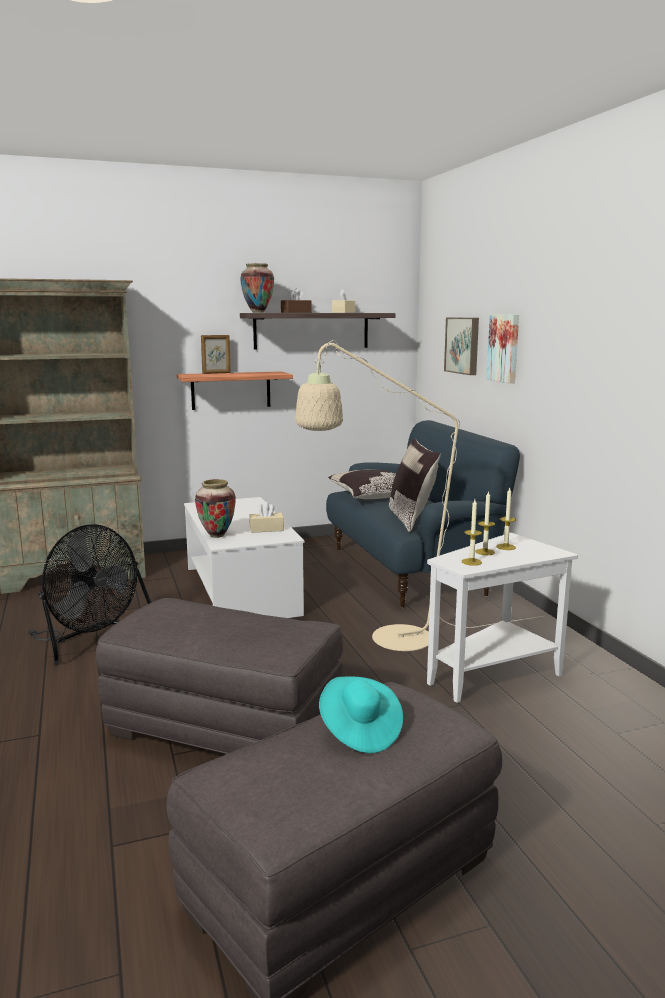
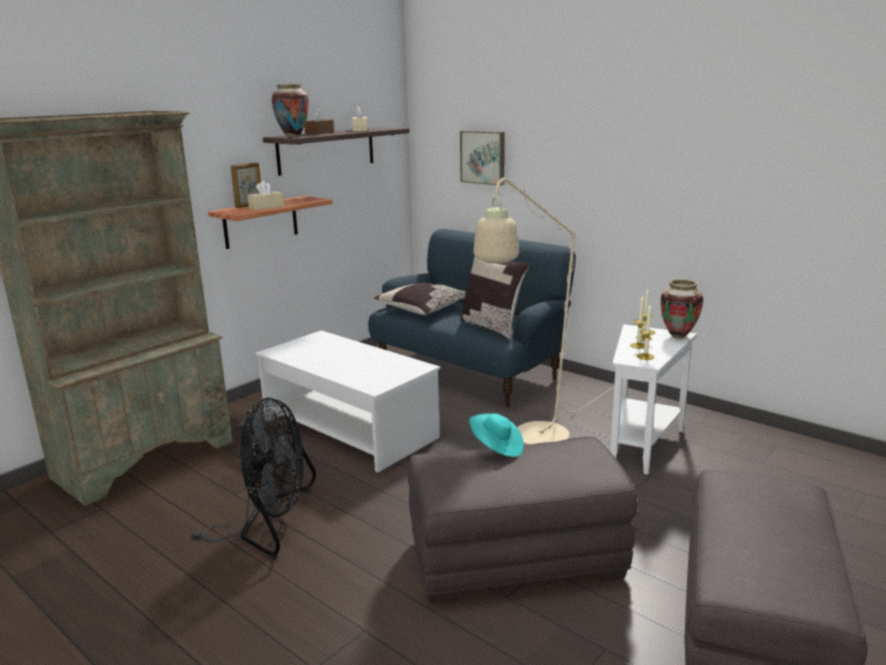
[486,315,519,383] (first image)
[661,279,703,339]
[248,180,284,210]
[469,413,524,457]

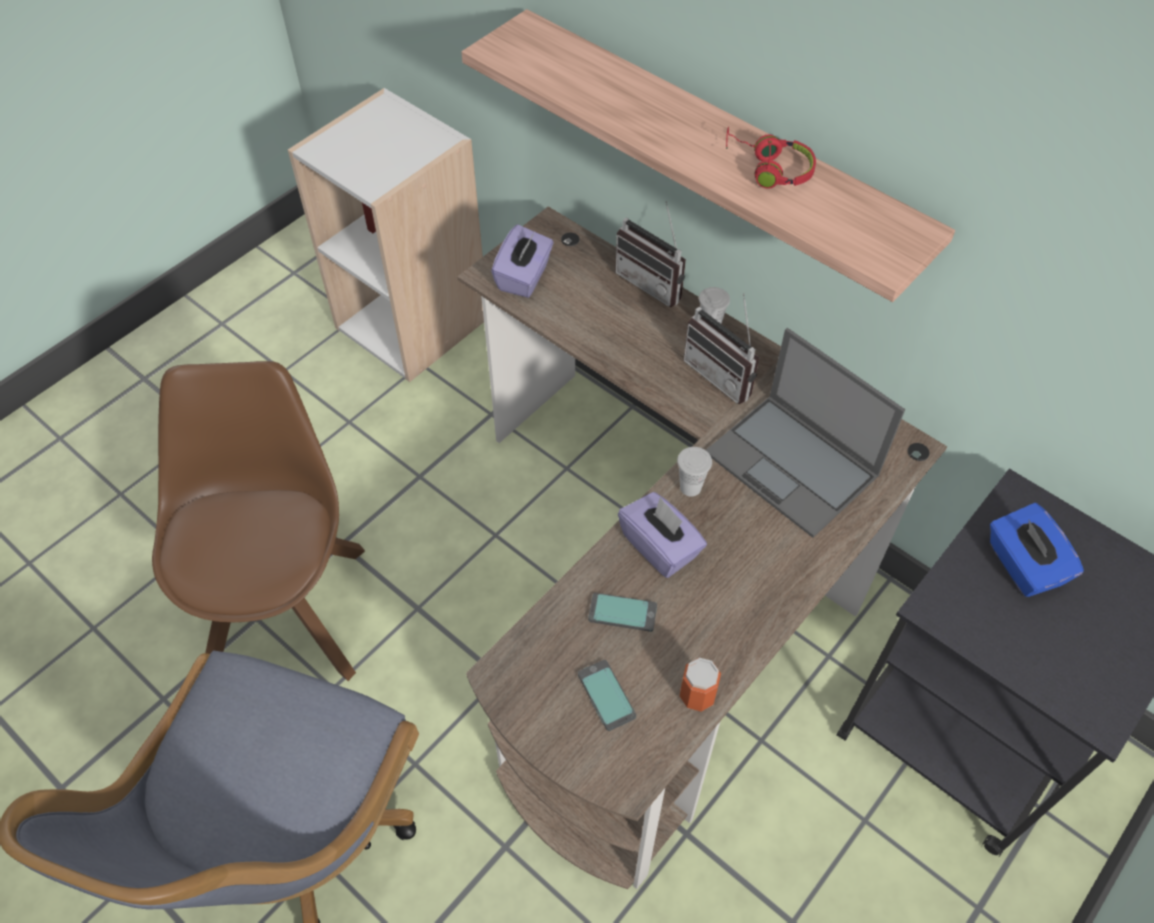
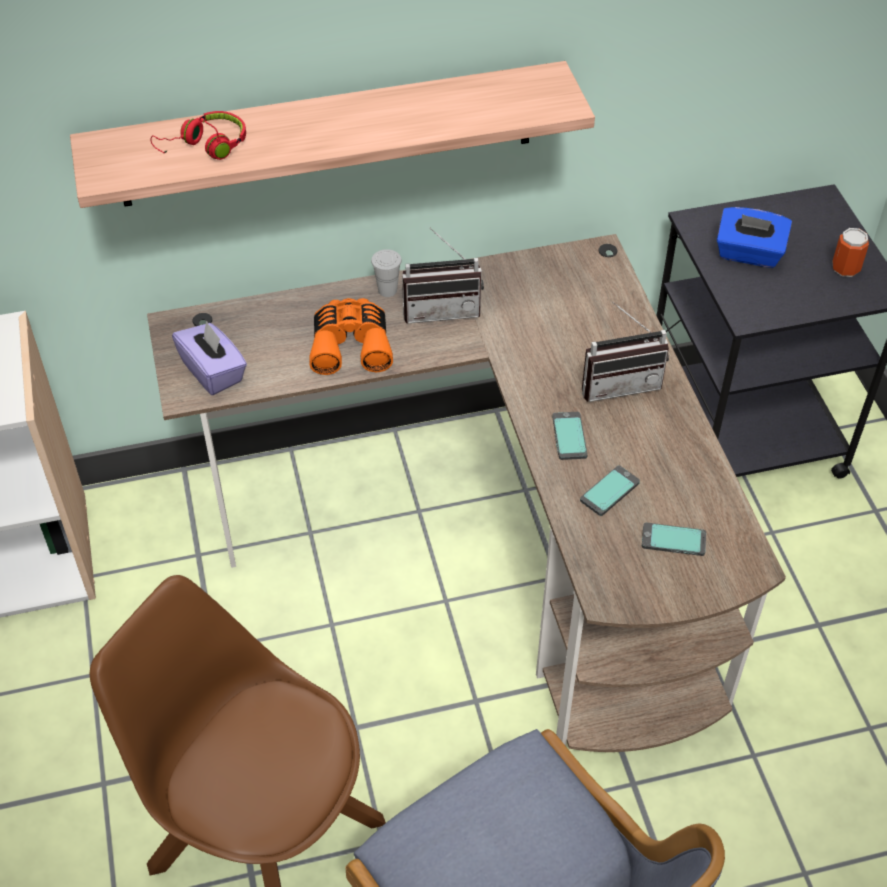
[677,447,712,497] (first image)
[706,328,905,538] (first image)
[309,298,393,375]
[582,302,669,402]
[832,228,869,277]
[150,111,246,160]
[552,412,588,460]

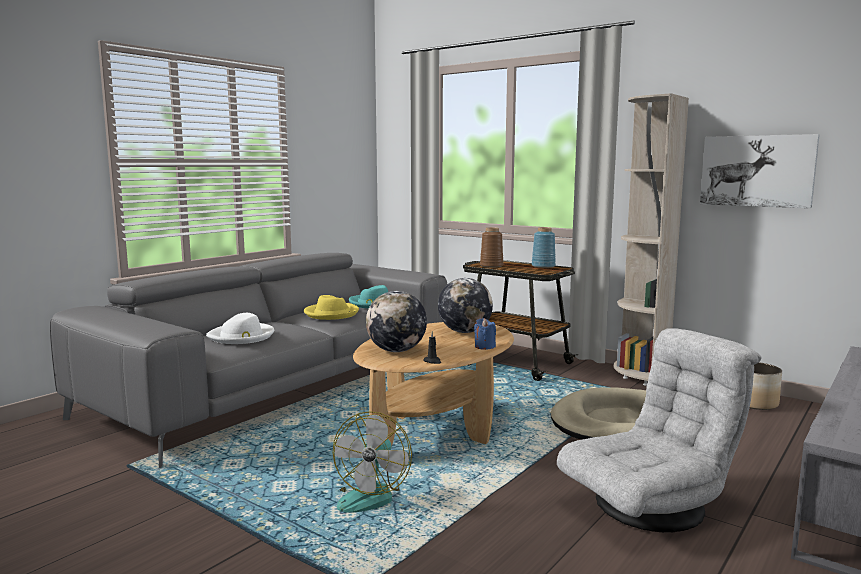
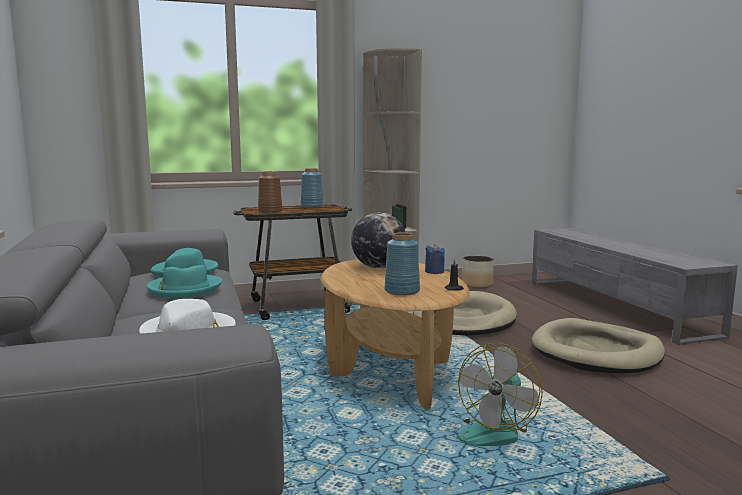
[700,134,820,208] (first image)
[384,233,420,296]
[532,318,665,373]
[146,265,222,298]
[458,343,543,446]

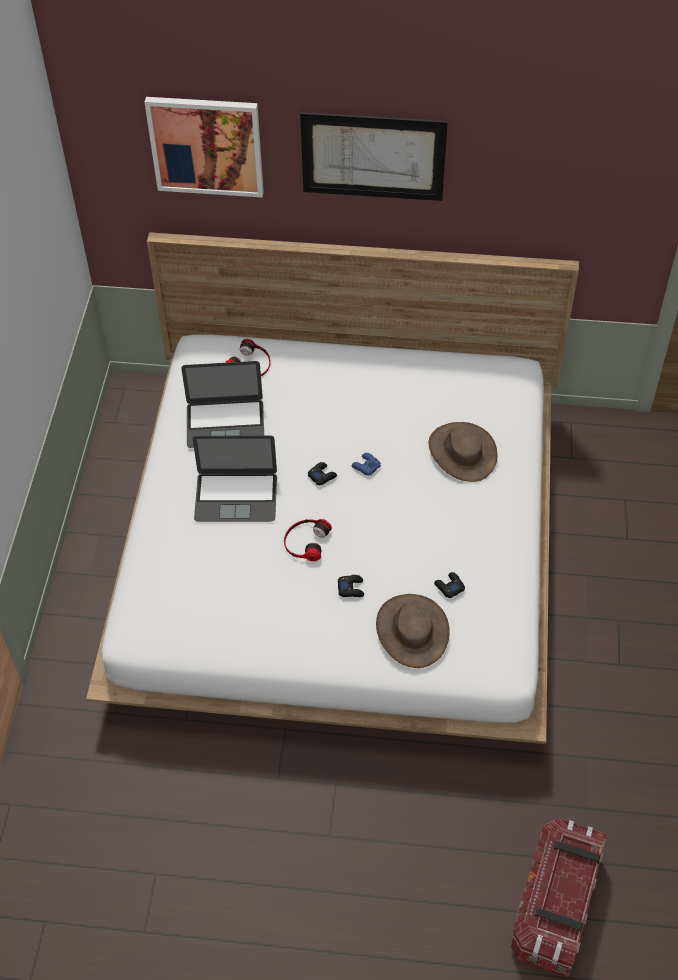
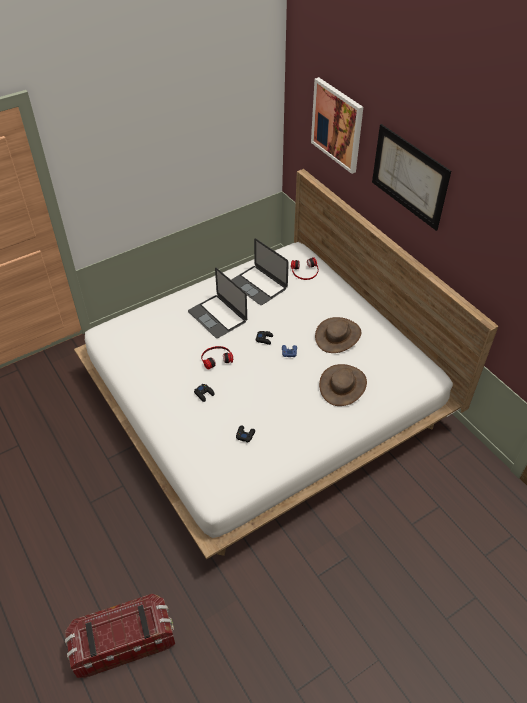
[315,317,361,353]

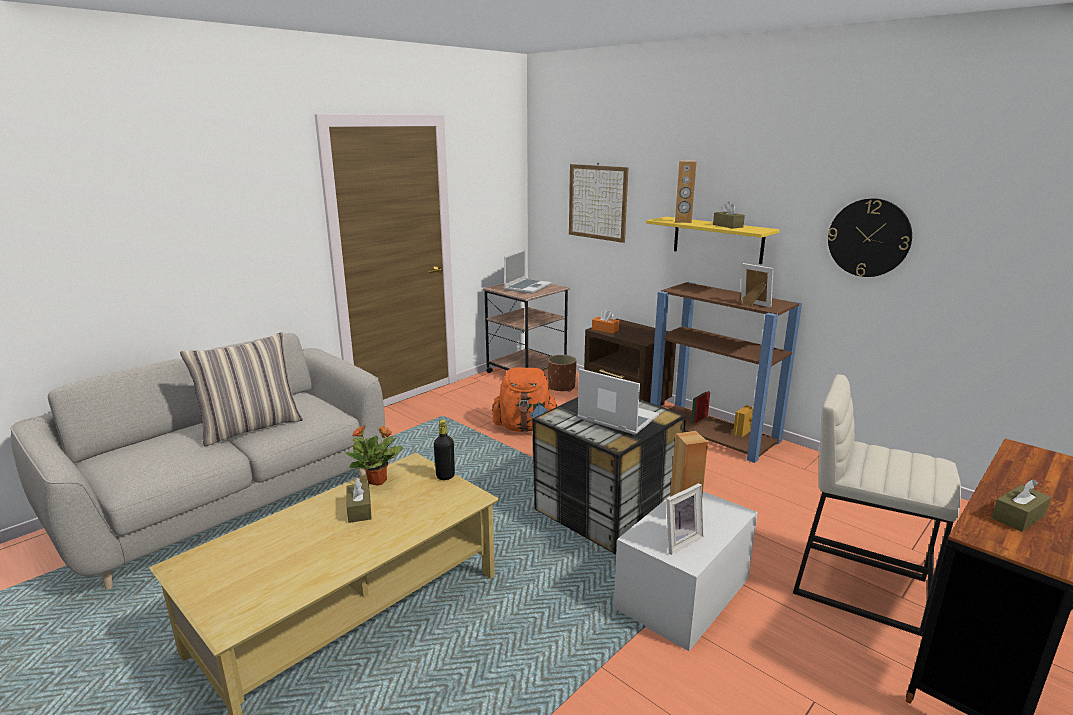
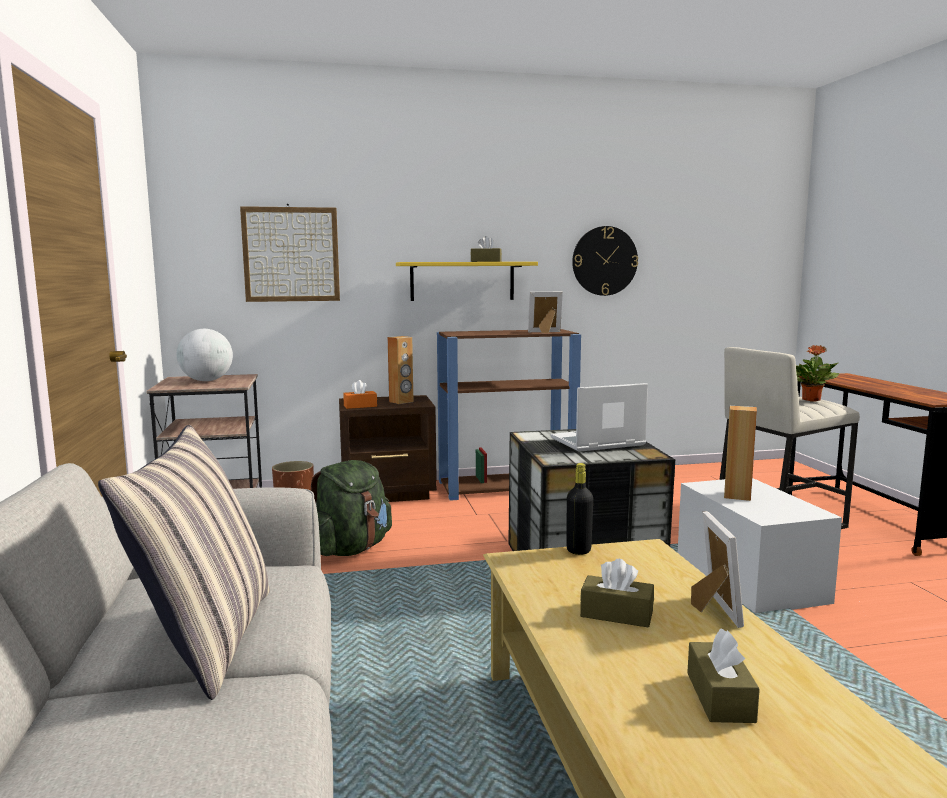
[796,345,839,402]
[691,511,744,628]
[387,336,414,404]
[687,628,760,723]
[177,329,233,381]
[311,460,392,556]

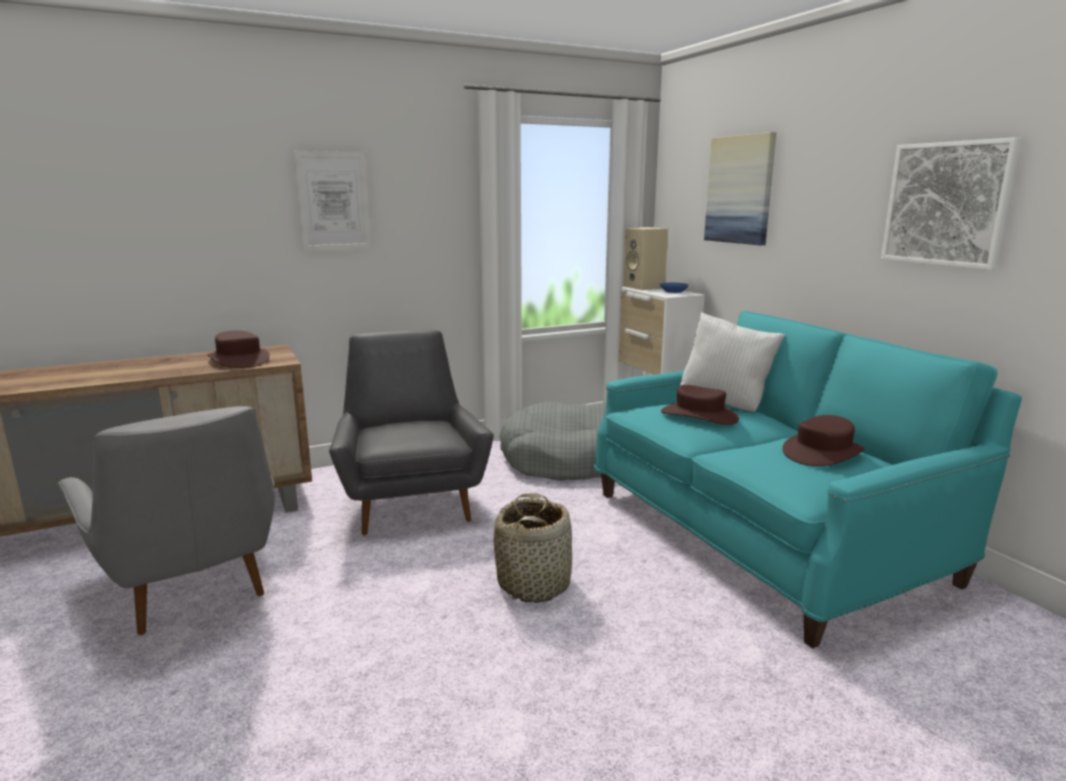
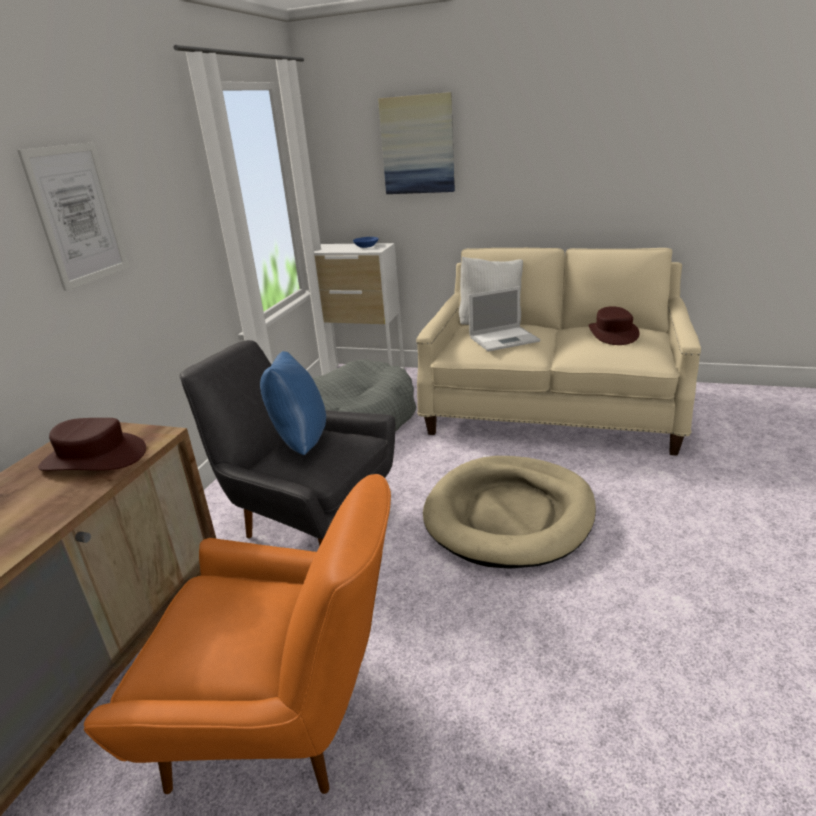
[623,227,668,290] (first image)
[881,137,1022,270] (first image)
[260,351,326,455]
[423,456,596,569]
[468,286,540,352]
[84,474,391,794]
[416,248,701,456]

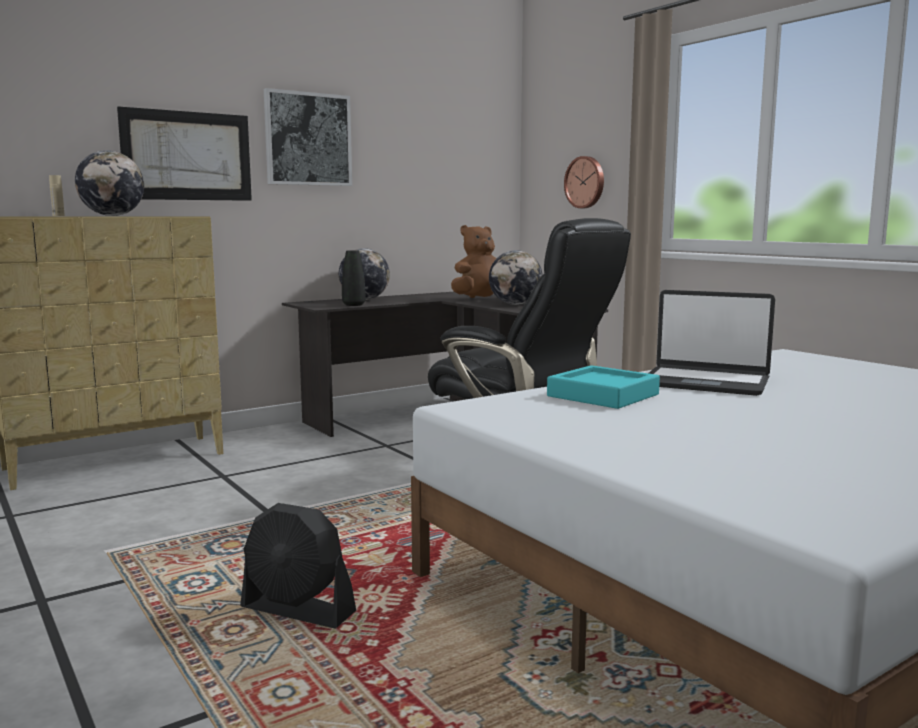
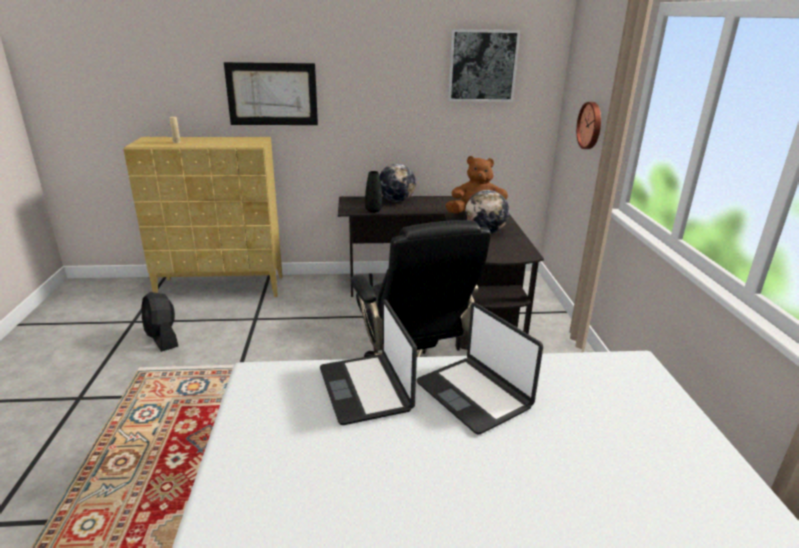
[75,150,144,216] (first image)
[141,292,178,352]
[448,29,520,102]
[320,299,417,425]

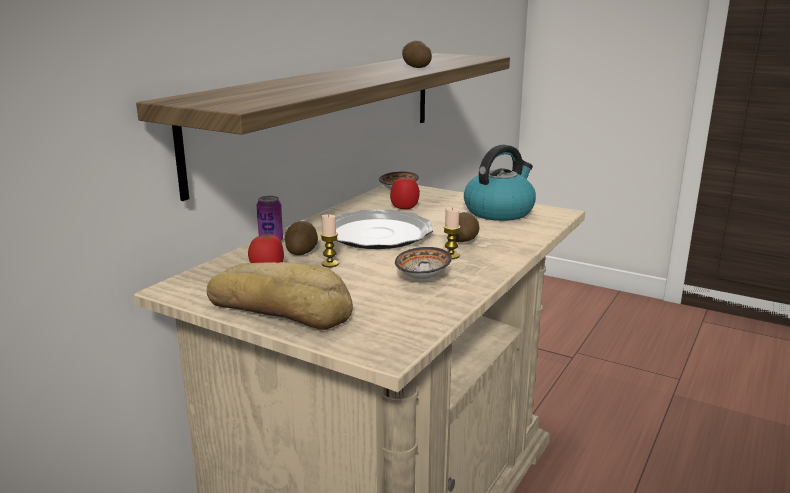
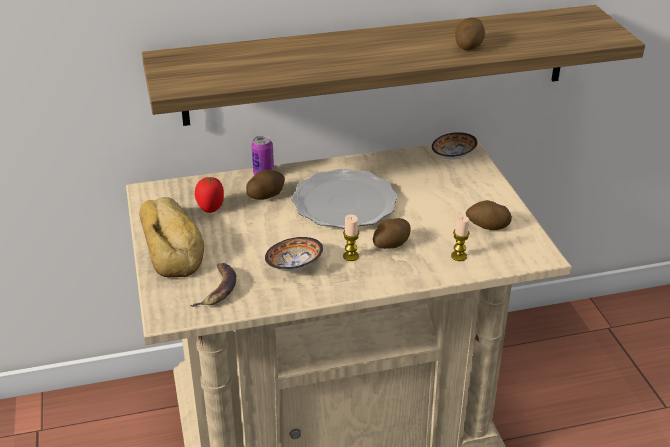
[390,176,420,209] (first image)
[190,263,236,307]
[451,215,470,261]
[466,200,512,230]

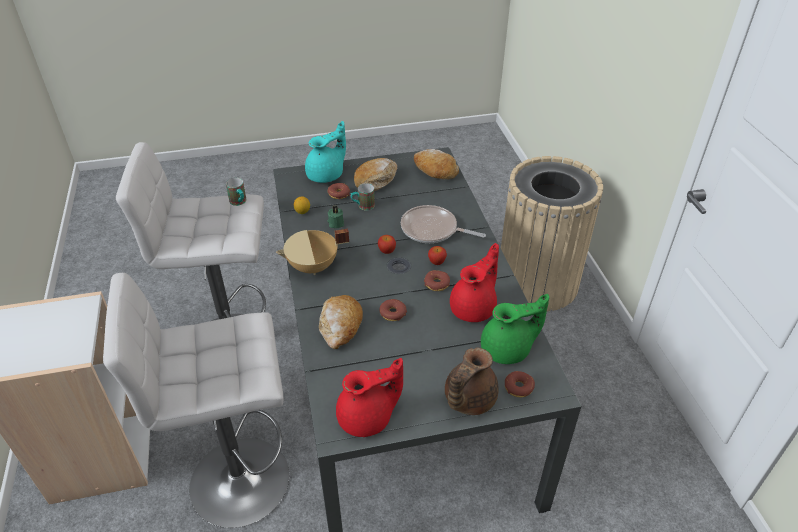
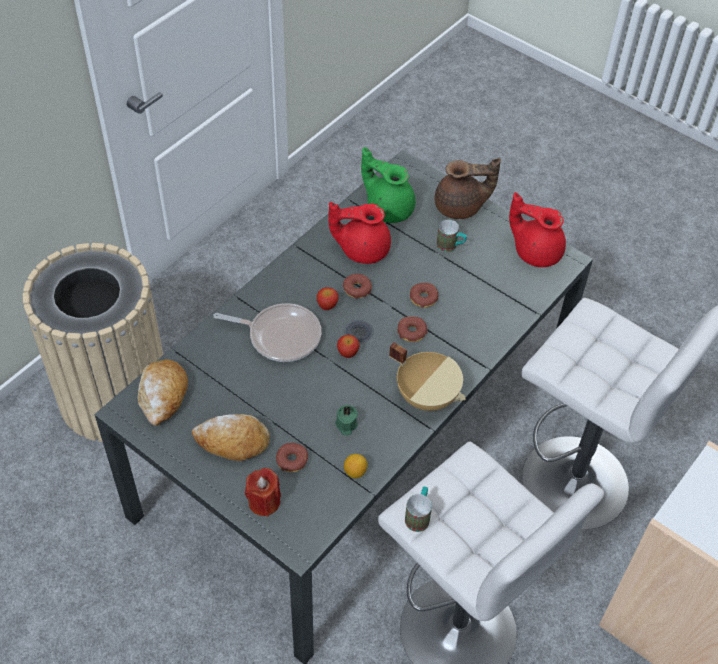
[319,295,363,349] (first image)
[436,220,467,252]
[397,316,428,342]
[245,468,281,517]
[213,303,321,362]

